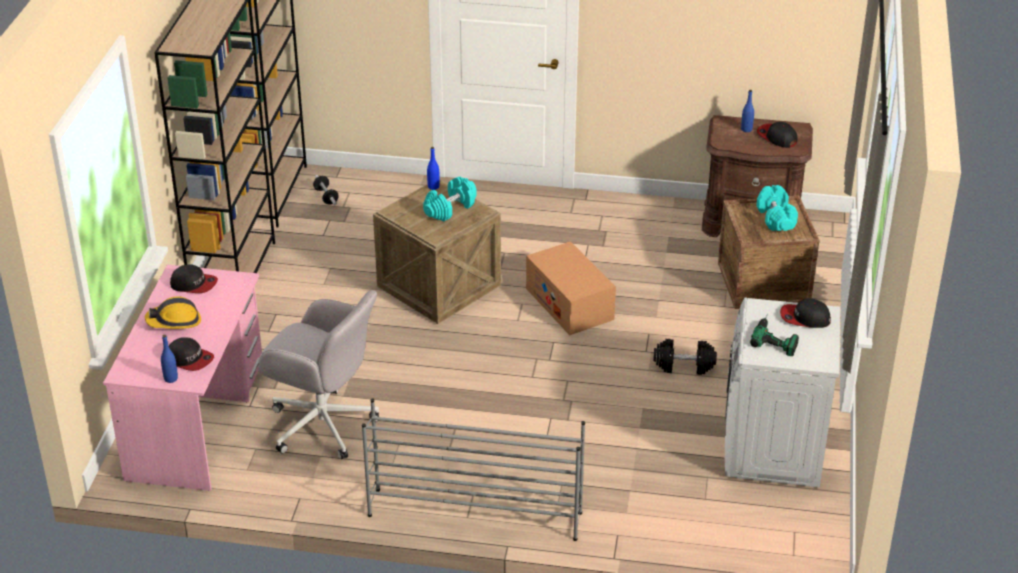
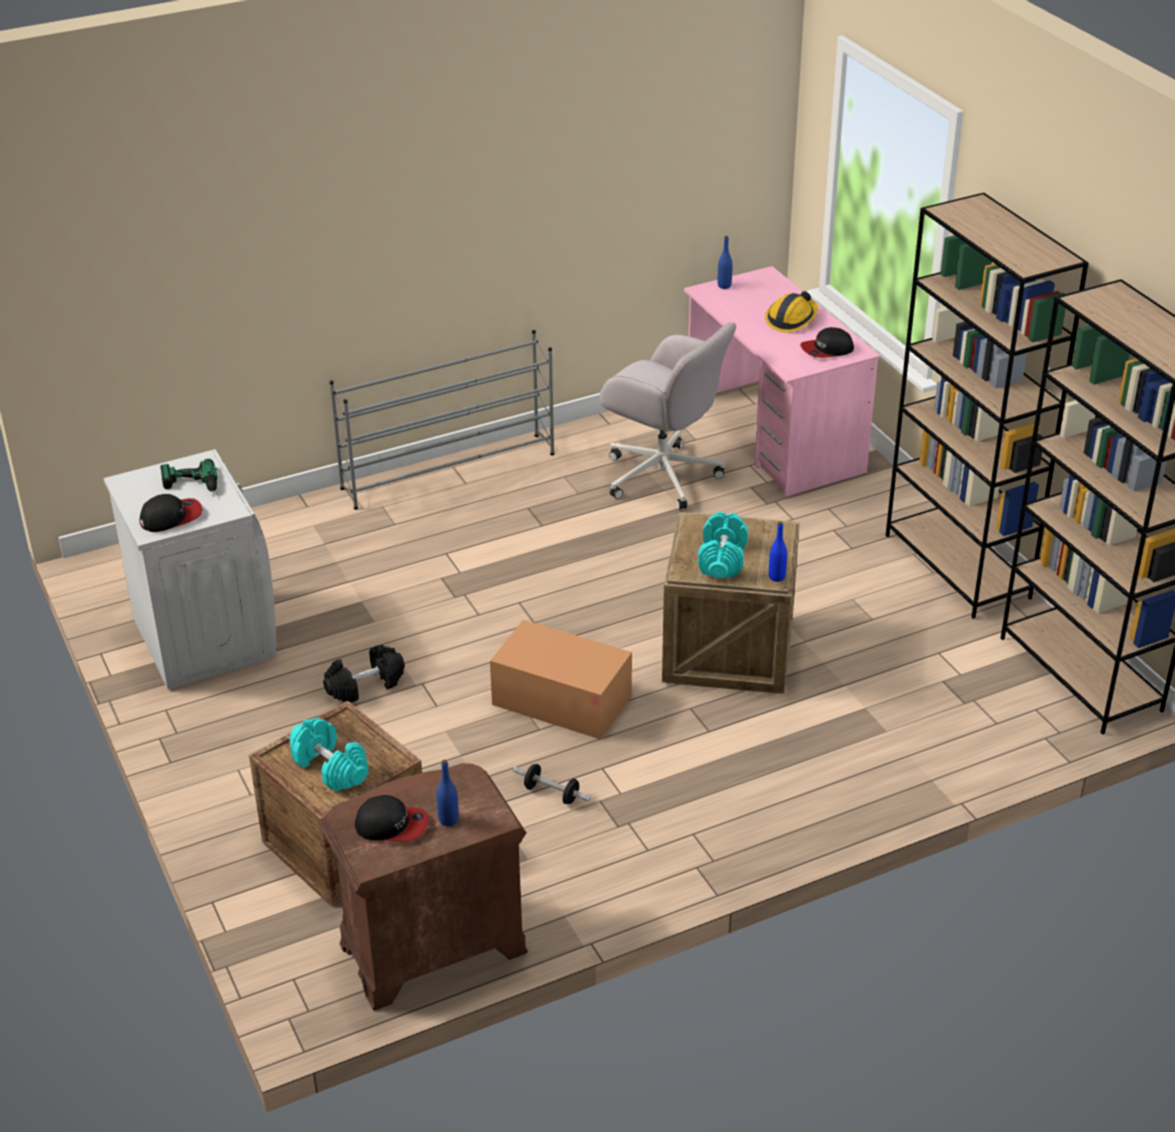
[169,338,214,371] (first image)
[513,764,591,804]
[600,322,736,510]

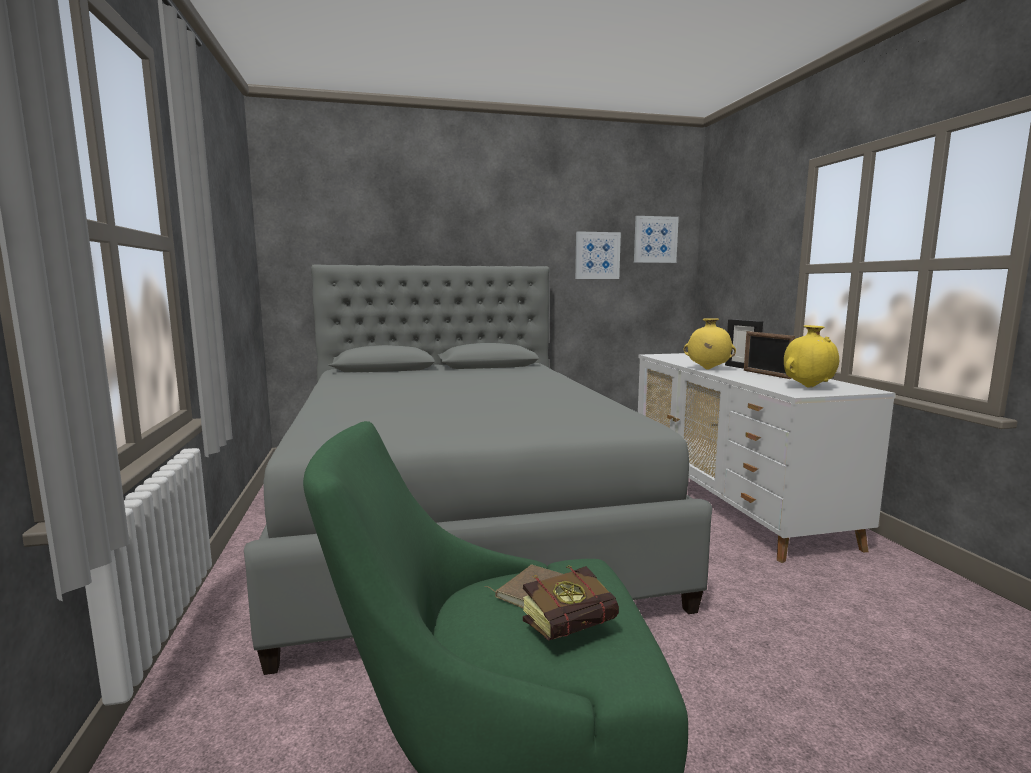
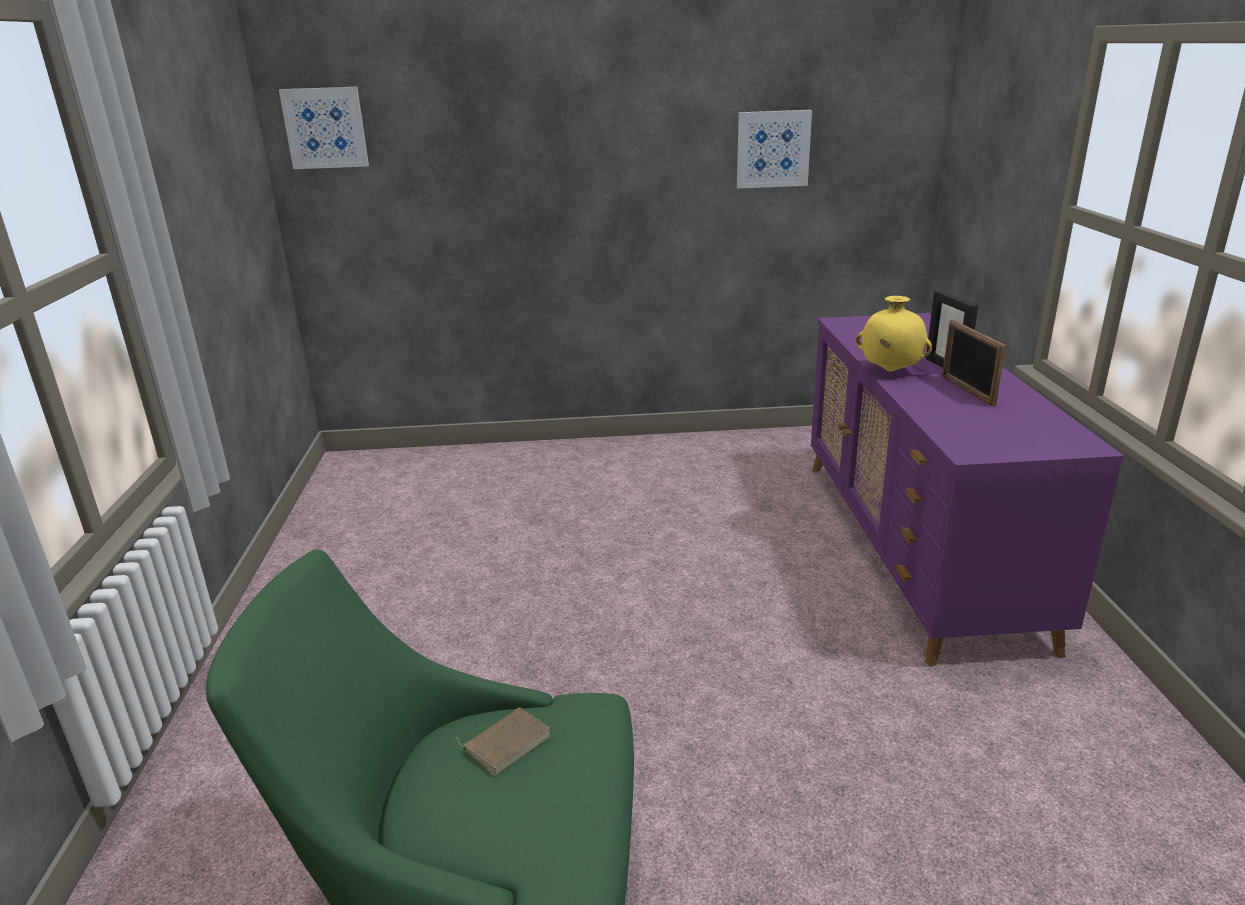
[244,264,712,675] (first image)
[523,565,619,641] (first image)
[784,325,839,388] (first image)
[279,87,369,169]
[811,313,1124,667]

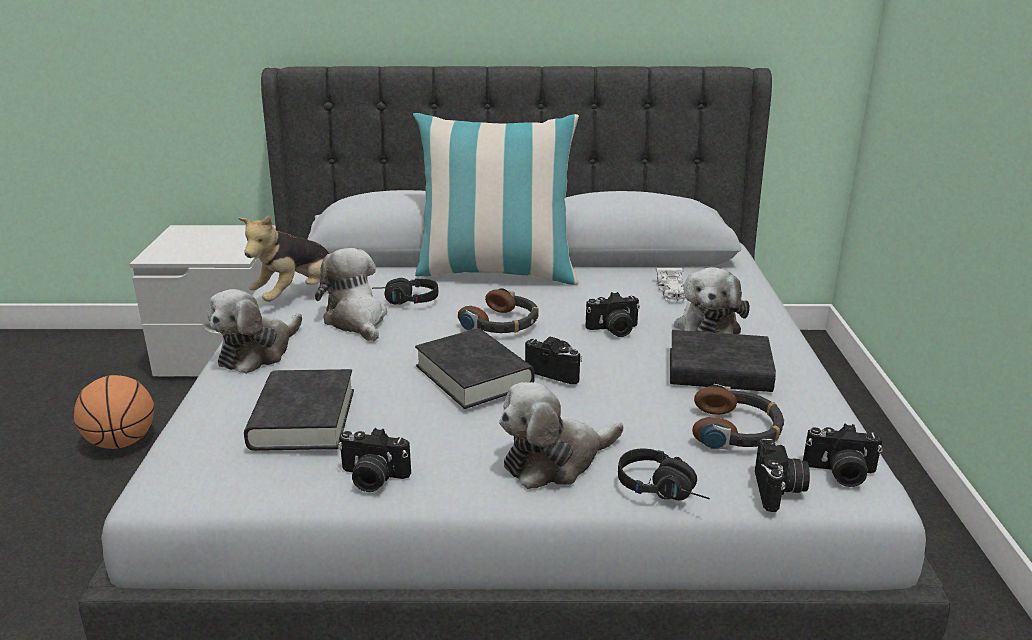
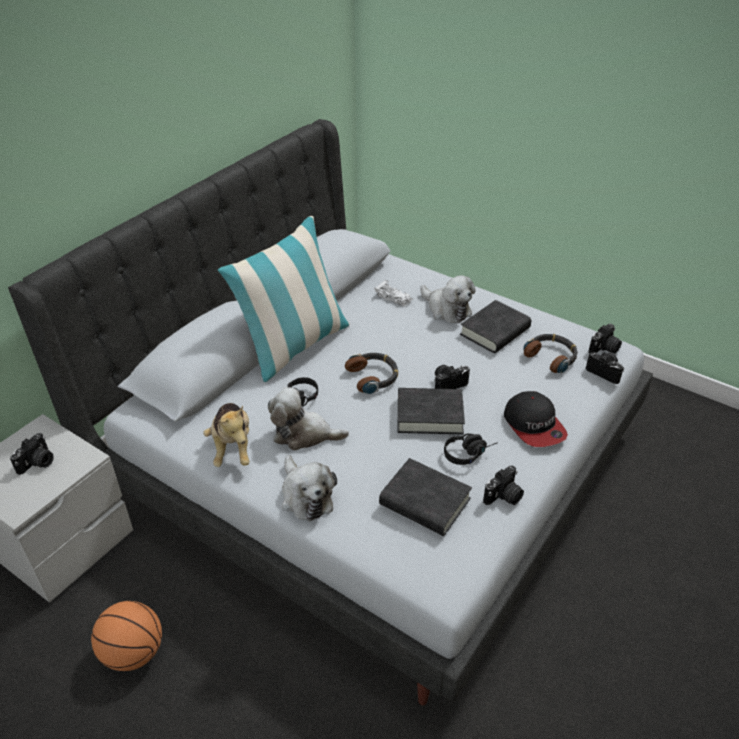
[10,433,54,475]
[444,433,498,465]
[504,391,568,447]

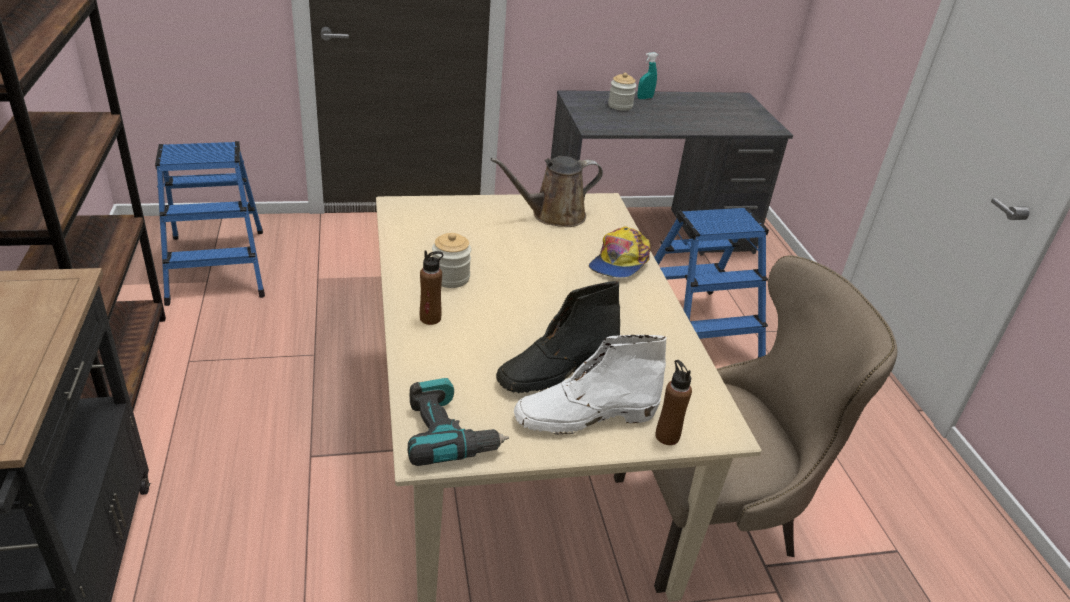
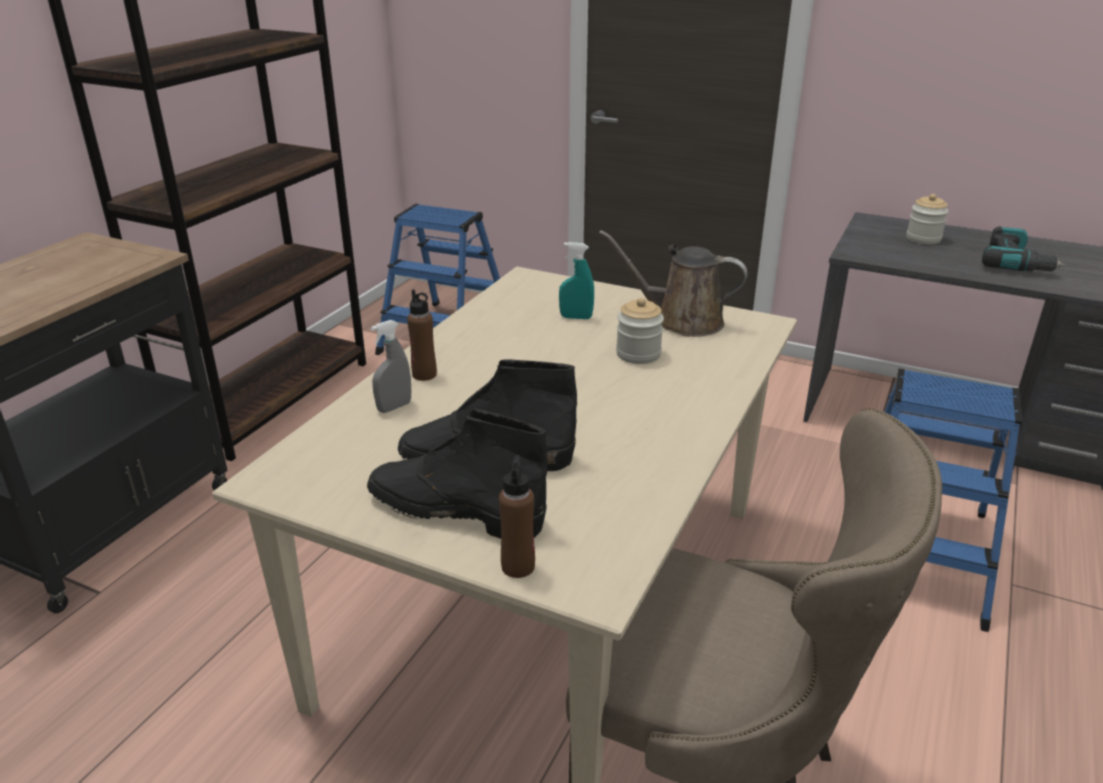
[589,227,650,278] (first image)
[371,320,411,413]
[982,226,1065,272]
[616,298,664,364]
[559,242,594,319]
[367,409,548,539]

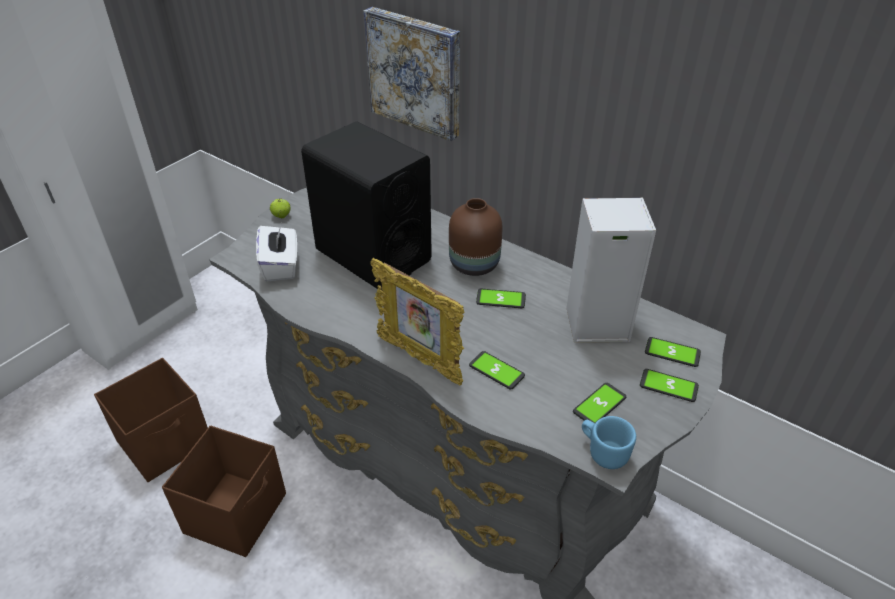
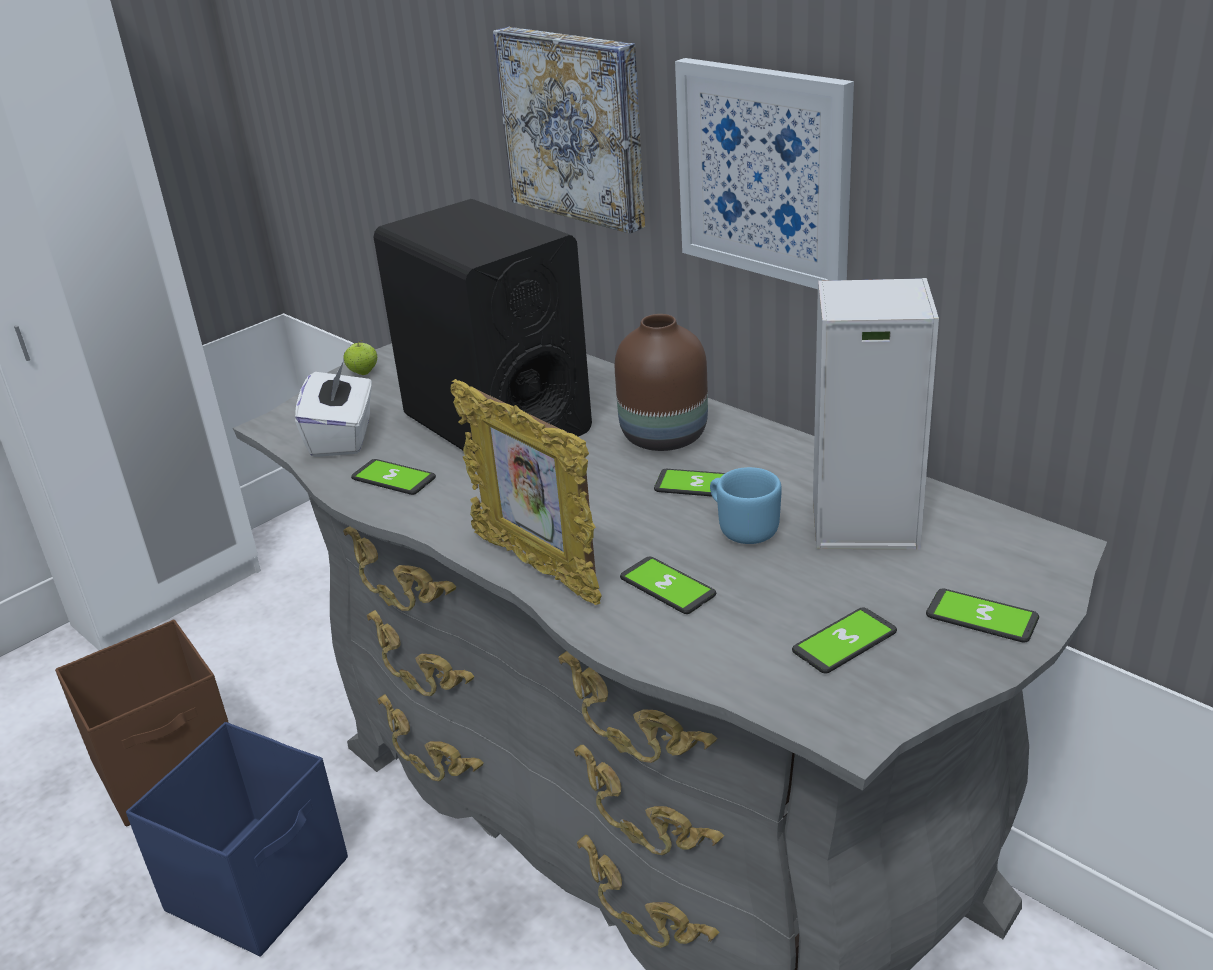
[675,58,854,289]
[710,467,782,544]
[351,459,436,495]
[126,722,348,957]

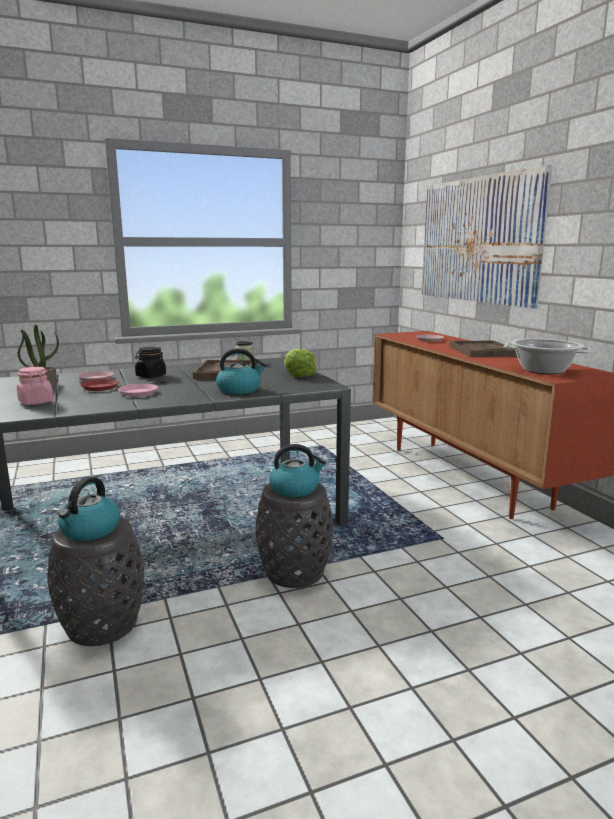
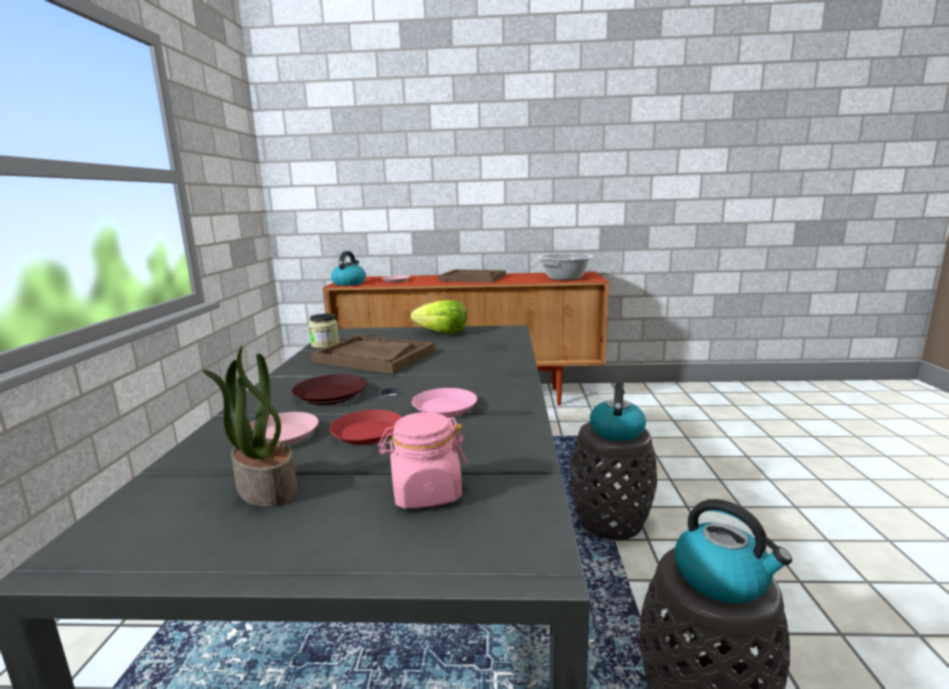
[421,165,552,309] (first image)
[331,251,366,286]
[292,374,367,405]

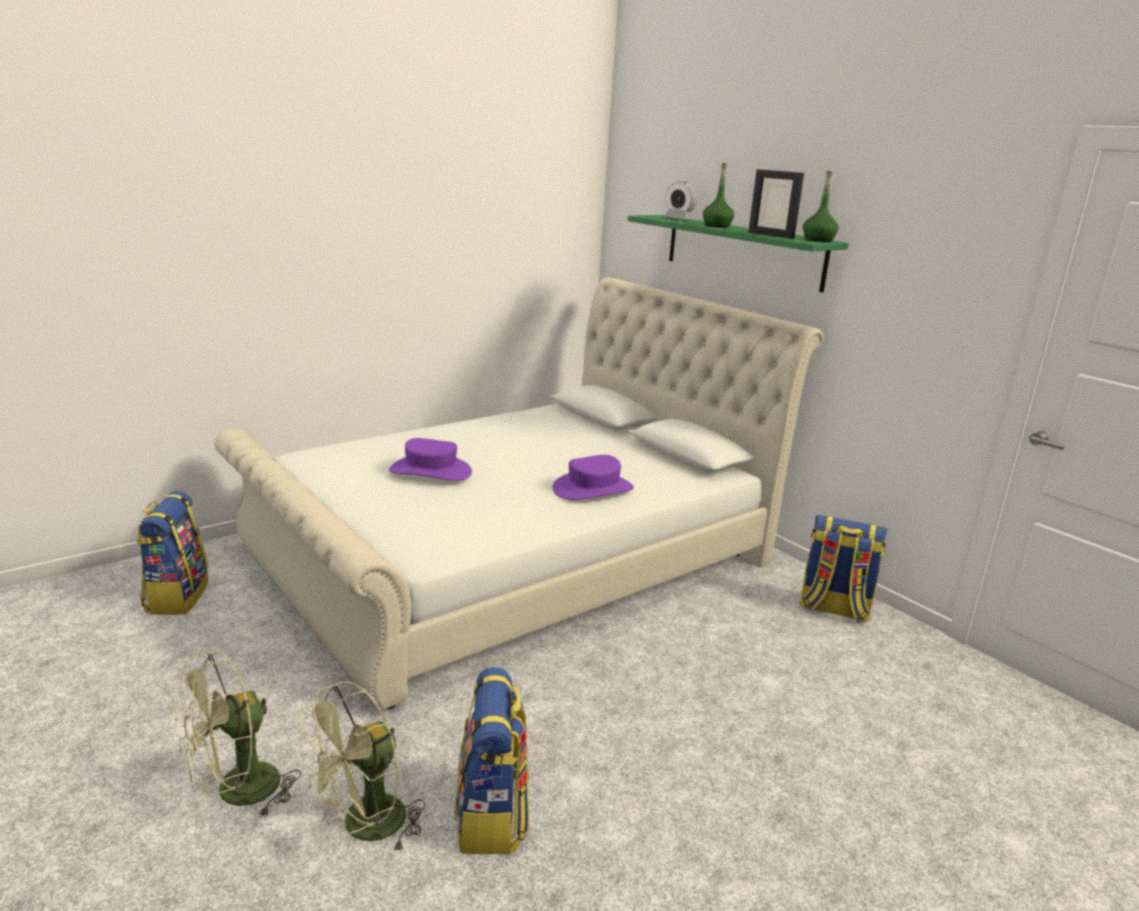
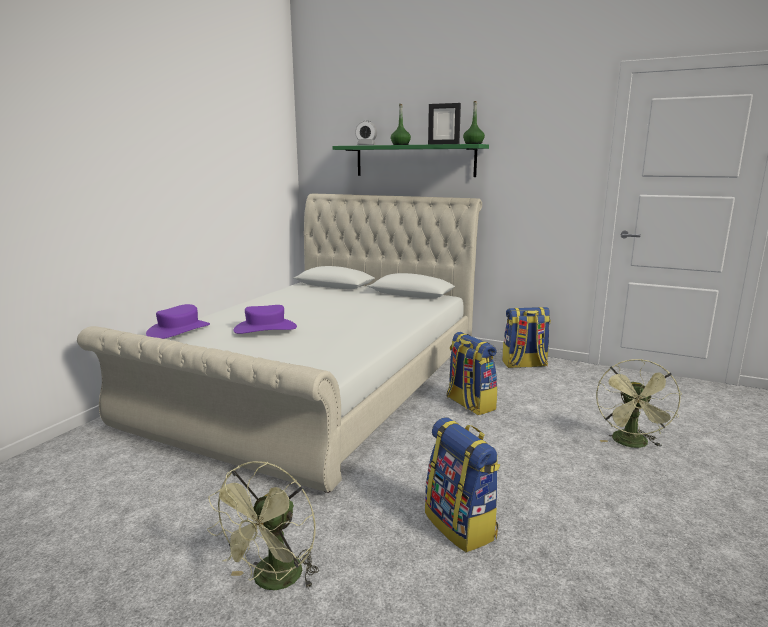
[446,332,497,415]
[596,359,682,448]
[146,304,210,339]

